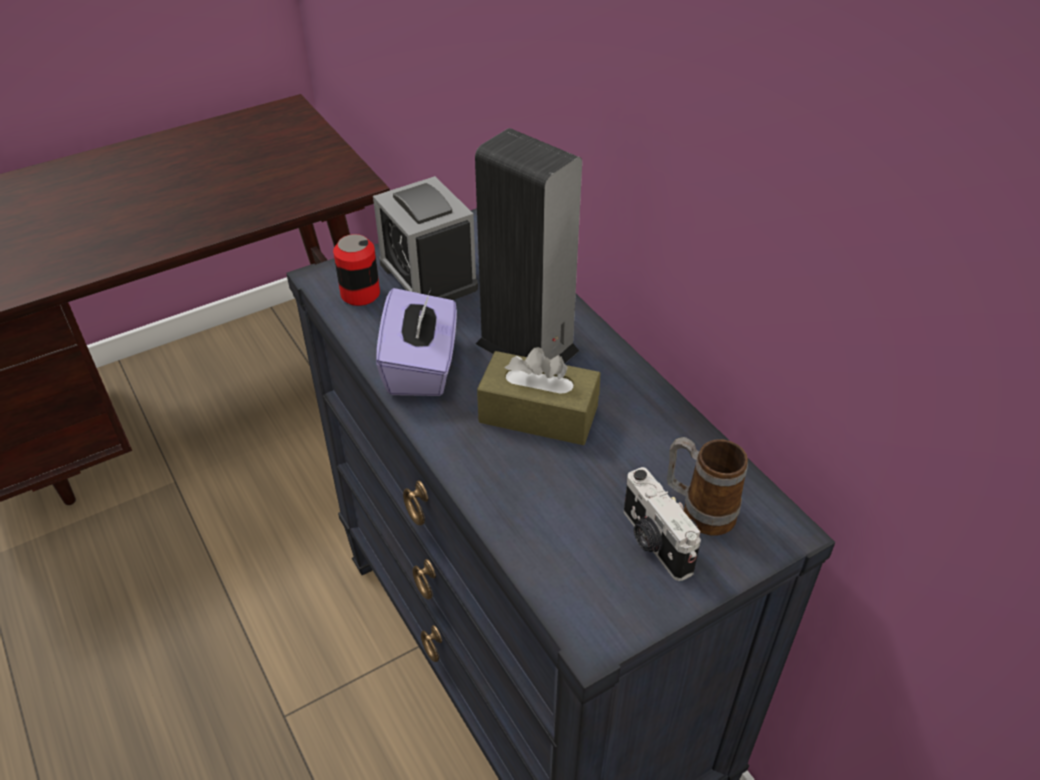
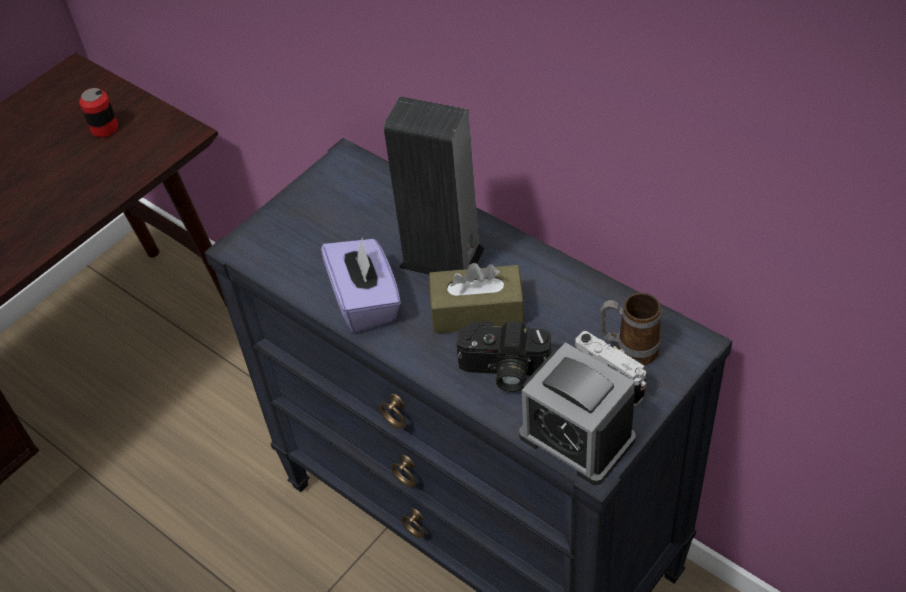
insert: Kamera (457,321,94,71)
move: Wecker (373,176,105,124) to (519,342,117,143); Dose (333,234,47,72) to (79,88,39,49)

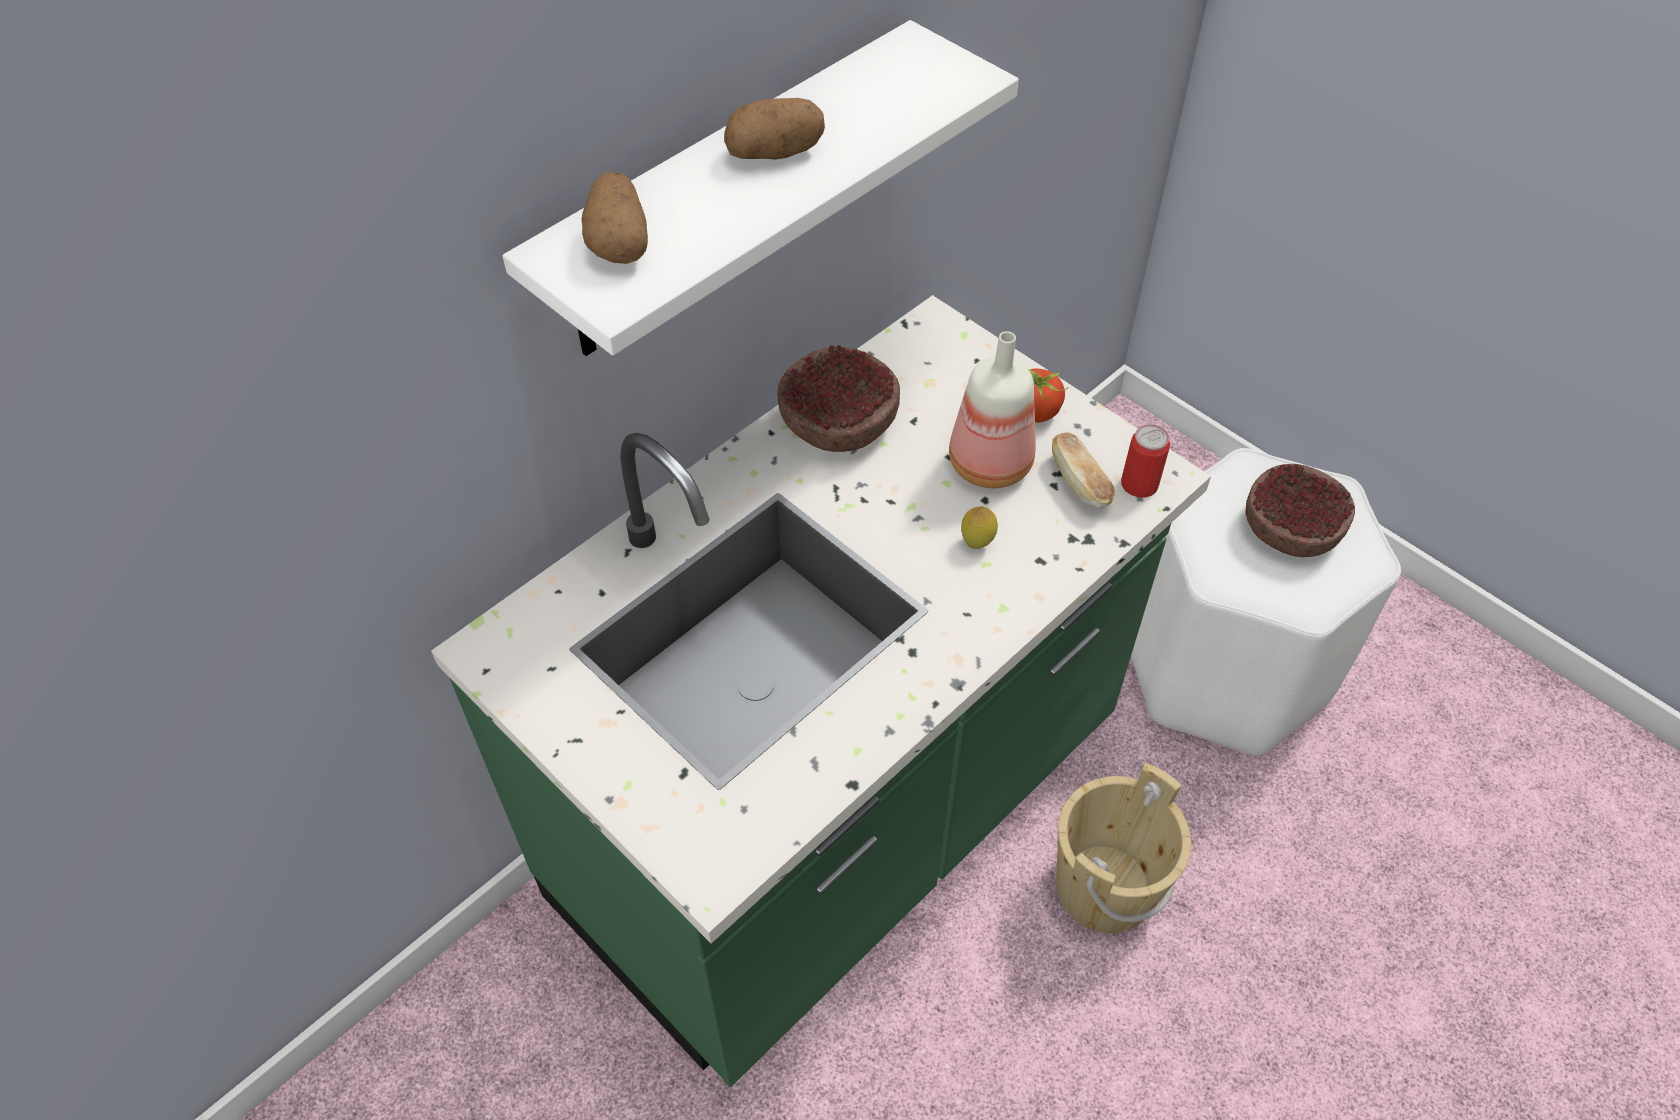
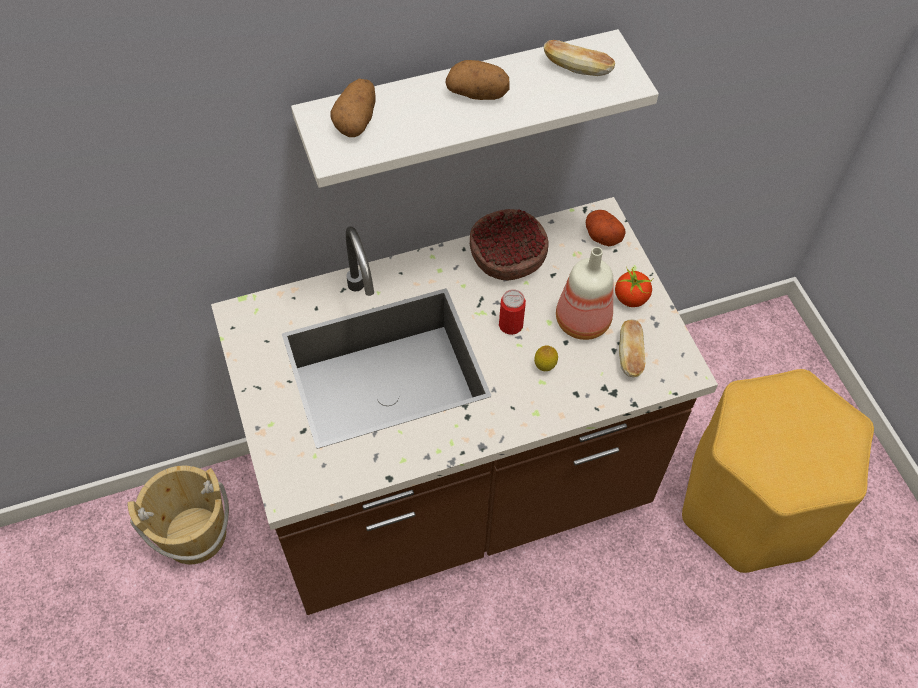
delete: Schüssel (1246,464,109,93)
insert: Brot (544,40,71,36); Kartoffel (586,210,40,36)
move: Dose (1121,424,49,73) to (499,289,27,46); Eimer [beige] (1057,763,134,170) to (127,466,102,98)
recolor: Küchenzeile [grün] (431,295,780,792) to Küchenzeile [braun] (211,197,507,418); Hocker [weiß] (1131,448,270,308) to Hocker [gelb] (682,369,192,204)

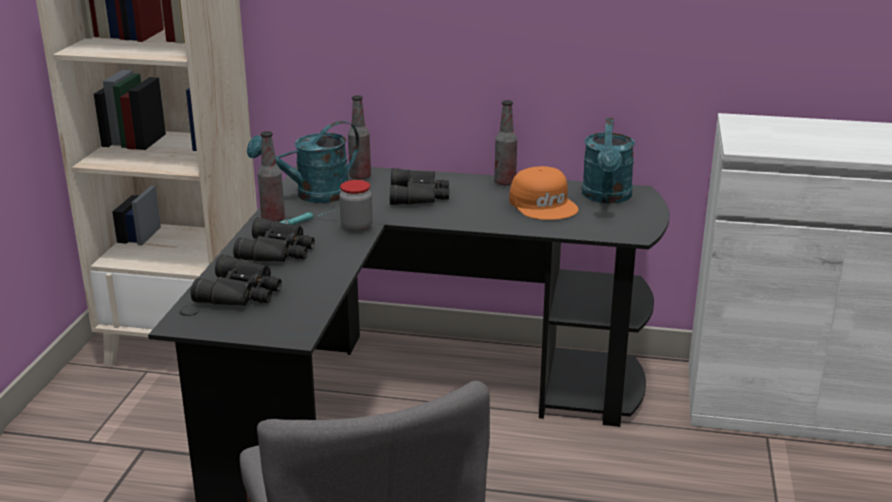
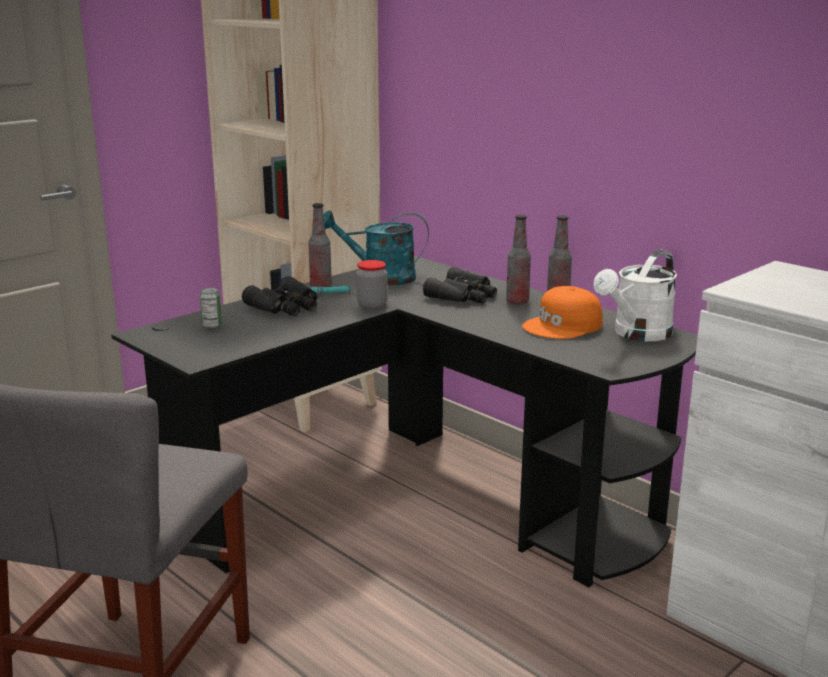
move: Flasche (348,95,23,85) to (506,215,25,89)
replace: Fernglas [schwarz] (191,254,91,52) to Dose (200,288,22,40)
recolor: Gießkanne [türkis] (582,118,53,85) to Gießkanne [weiß] (594,250,83,91)
rotate: Kappe [orange] (509,166,69,54) = (522,286,81,53) 45 degrees clockwise

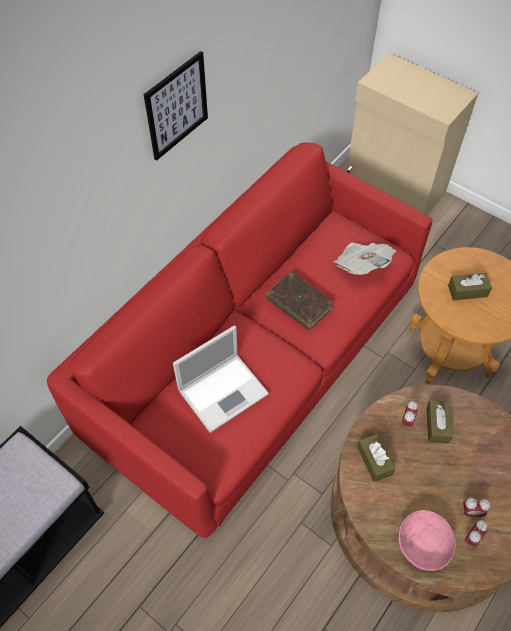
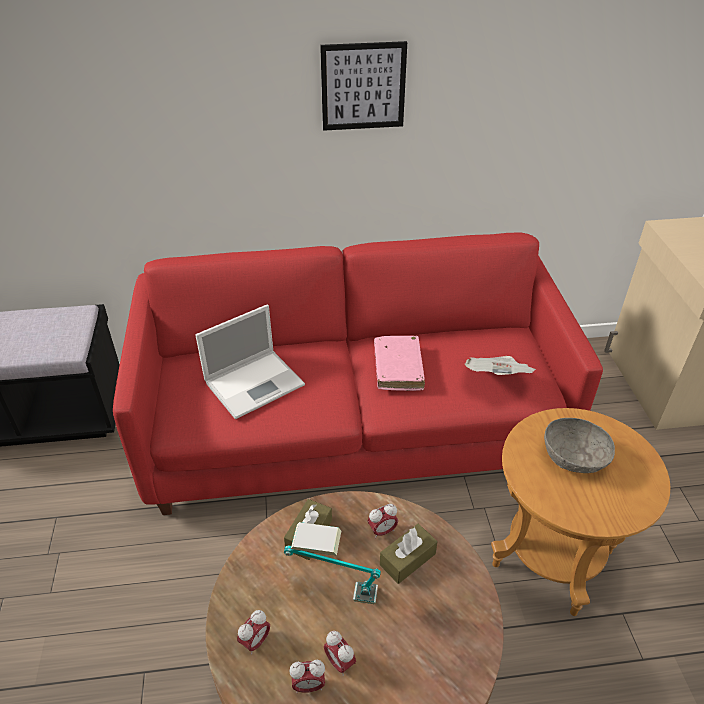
insert: Tischlampe (284,522,97,82)
replace: Taschentuchbox [braun] (448,273,44,28) to Schüssel [grau] (544,418,71,55); Schüssel [rosa] (398,510,58,61) to Wecker (237,610,33,44)
recolor: Buch [braun] (266,271,67,59) to Buch [rosa] (374,336,51,55)
rotate: Laptop (173,325,96,108) = (195,304,110,115) 45 degrees counterclockwise

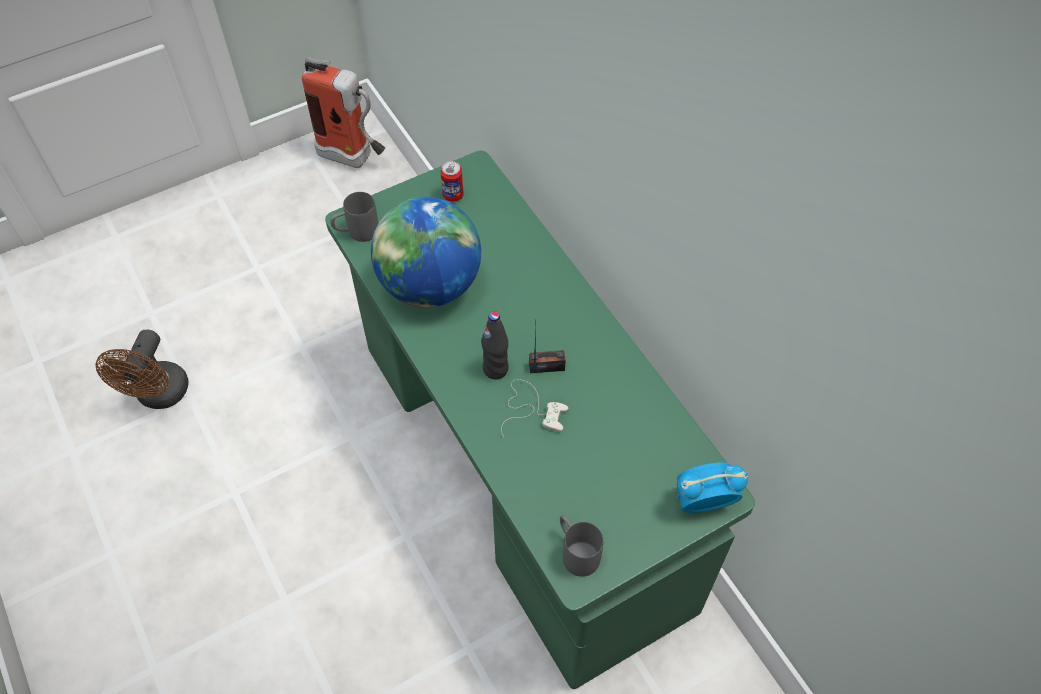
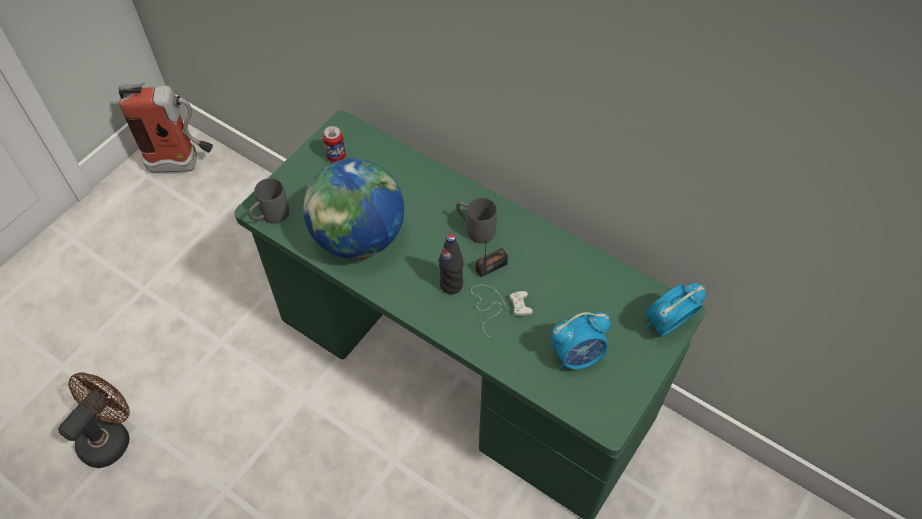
insert: Wecker (551,312,60,59)
move: Henkelbecher [grau] (560,515,43,62) to (456,198,41,45)
rotate: Ventilator [braun] (95,330,94,79) = (58,373,72,95) 135 degrees counterclockwise

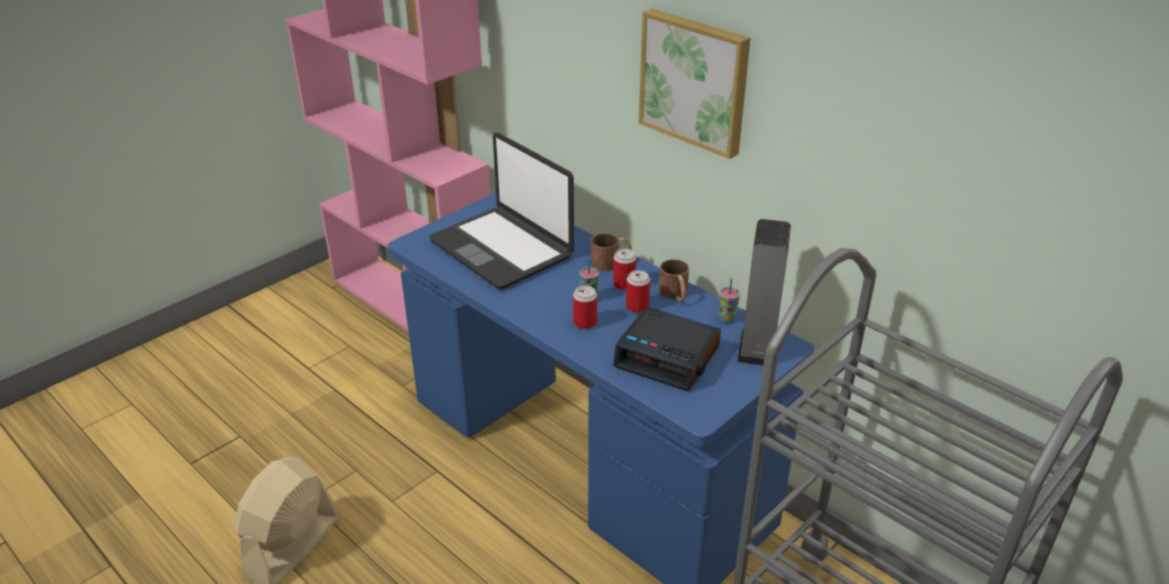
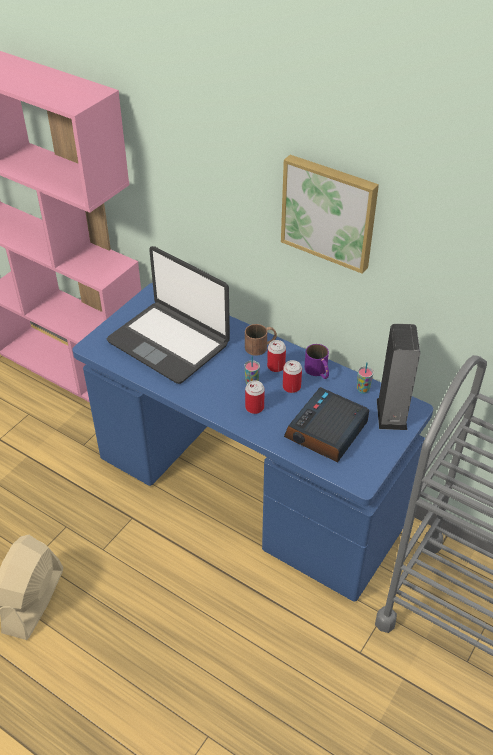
recolor: Henkelbecher [braun] (659,259,30,43) to Henkelbecher [lila] (304,344,25,35)
rotate: Wecker (613,306,108,85) = (284,387,85,75) 105 degrees clockwise

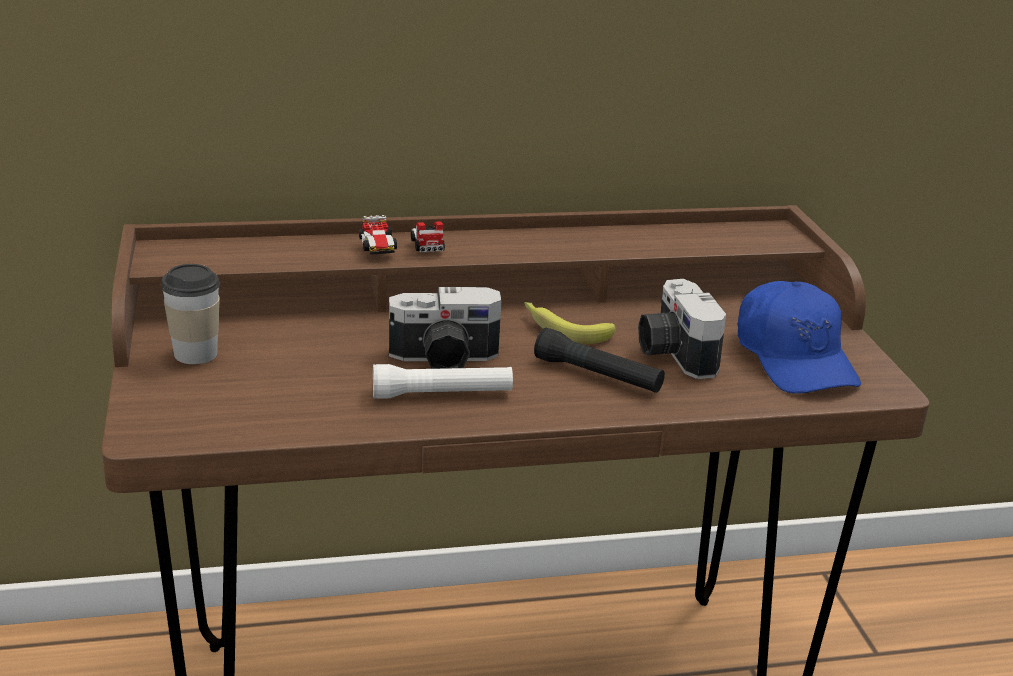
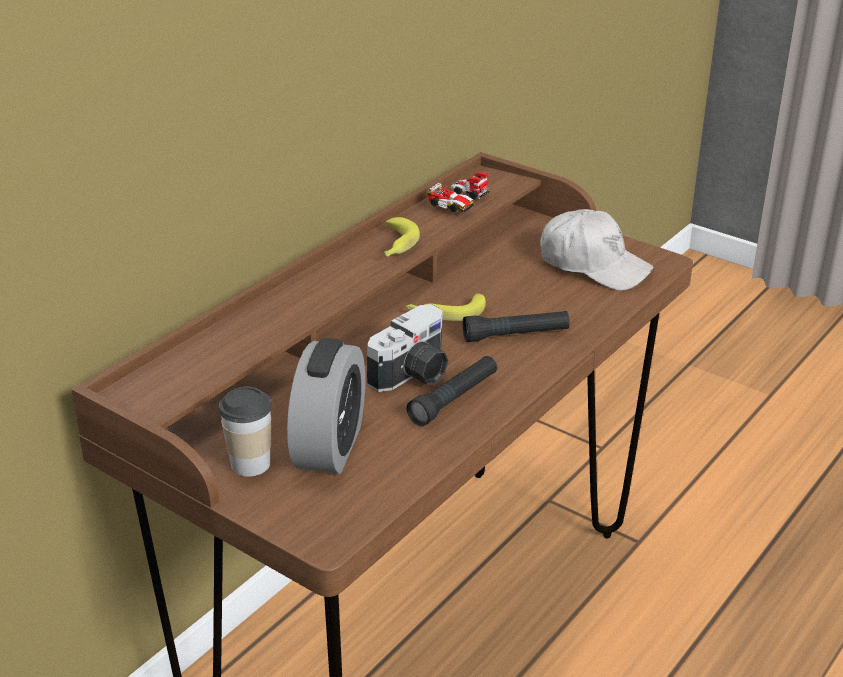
delete: Kamera (638,279,88,100)
insert: Banane (384,217,36,40); Wecker (287,338,78,136)
move: Spielzeugauto (359,215,86,40) to (428,172,61,40)
recolor: Kappe [blau] (738,281,123,113) to Kappe [weiß] (540,209,113,82); Taschenlampe [weiß] (373,364,140,35) to Taschenlampe [schwarz] (407,356,90,70)

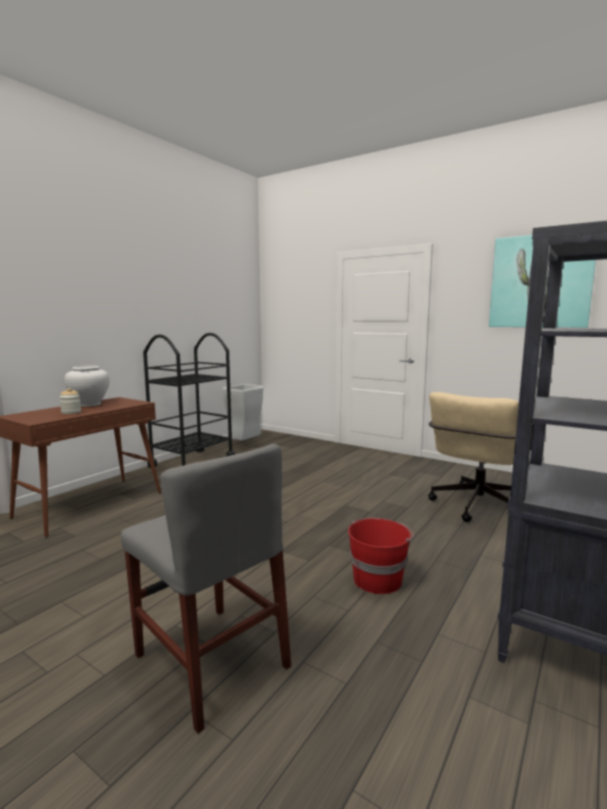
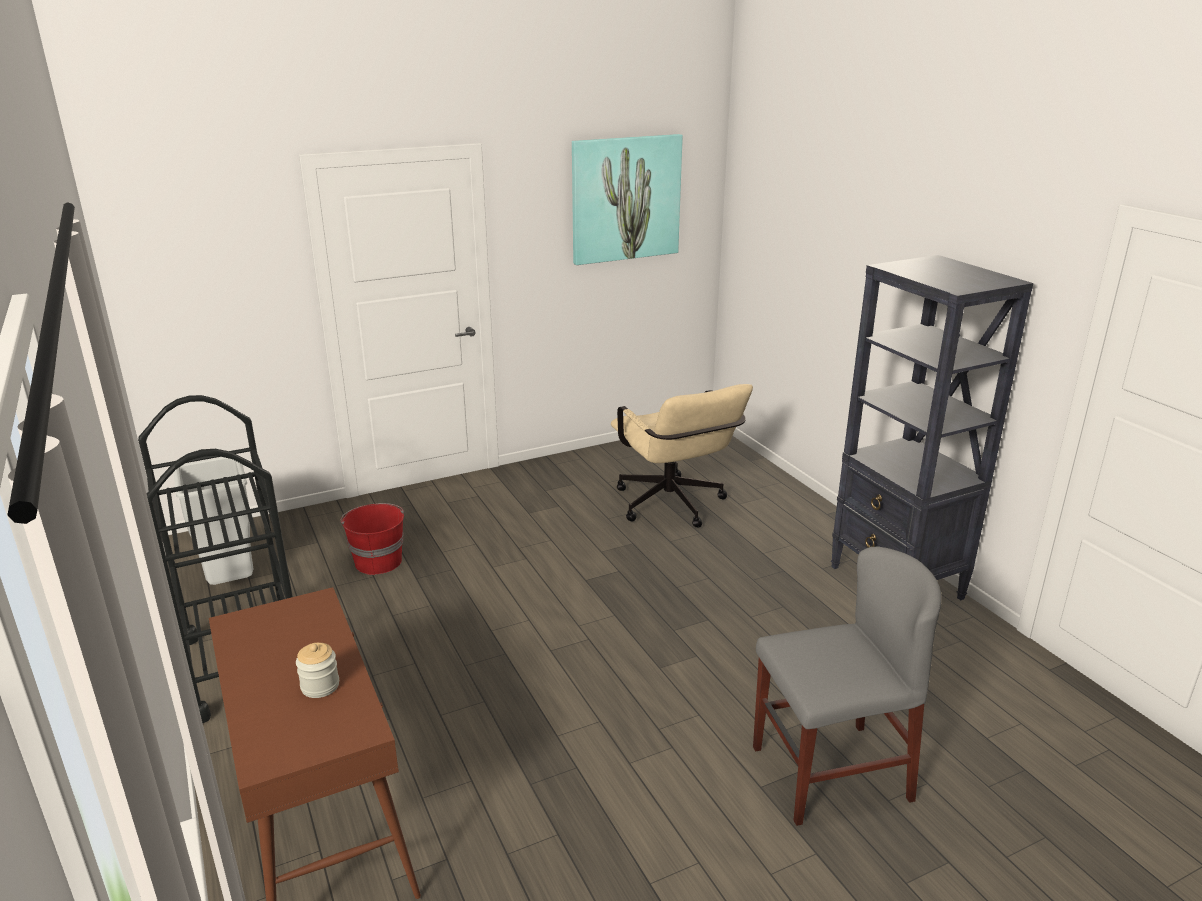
delete: Vase [weiß] (64,365,46,42)
move: Eimer [rot] (348,518,65,76) to (341,503,63,72)

